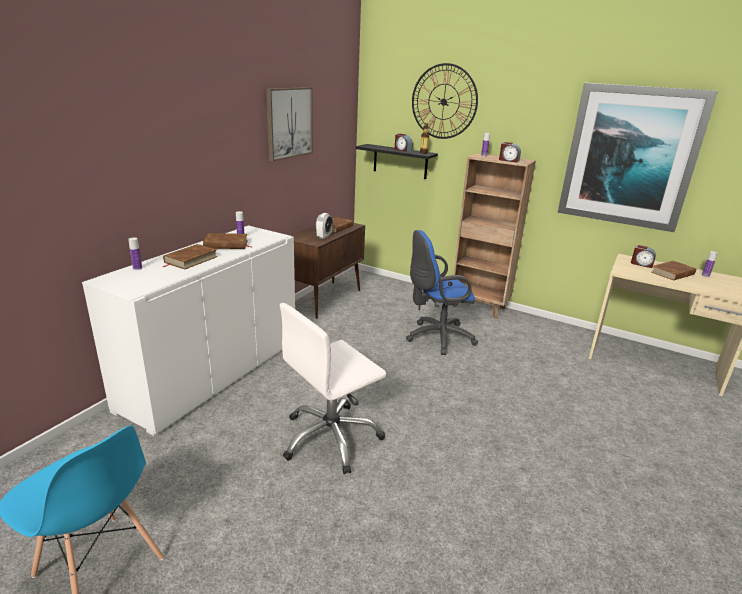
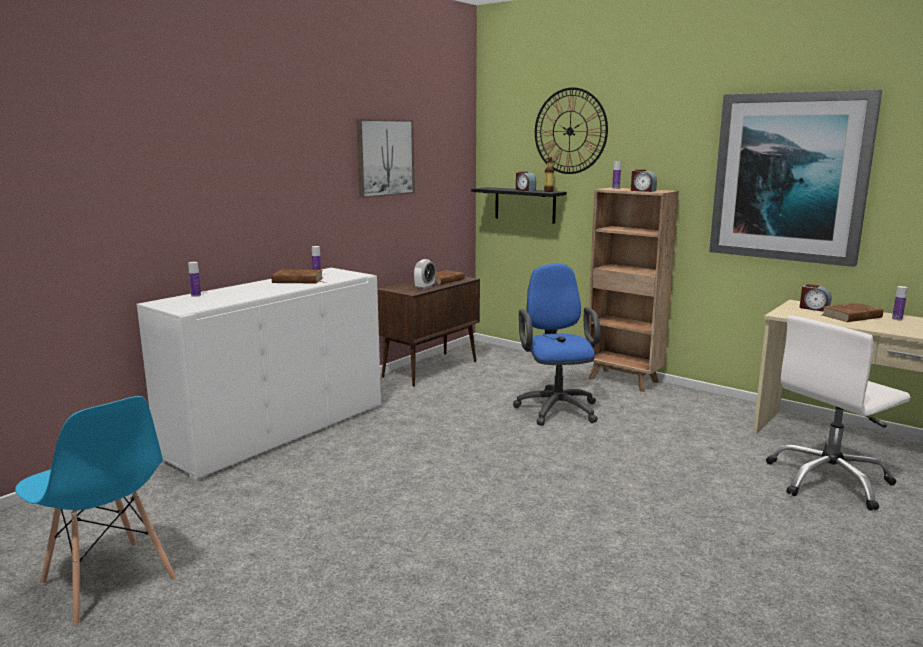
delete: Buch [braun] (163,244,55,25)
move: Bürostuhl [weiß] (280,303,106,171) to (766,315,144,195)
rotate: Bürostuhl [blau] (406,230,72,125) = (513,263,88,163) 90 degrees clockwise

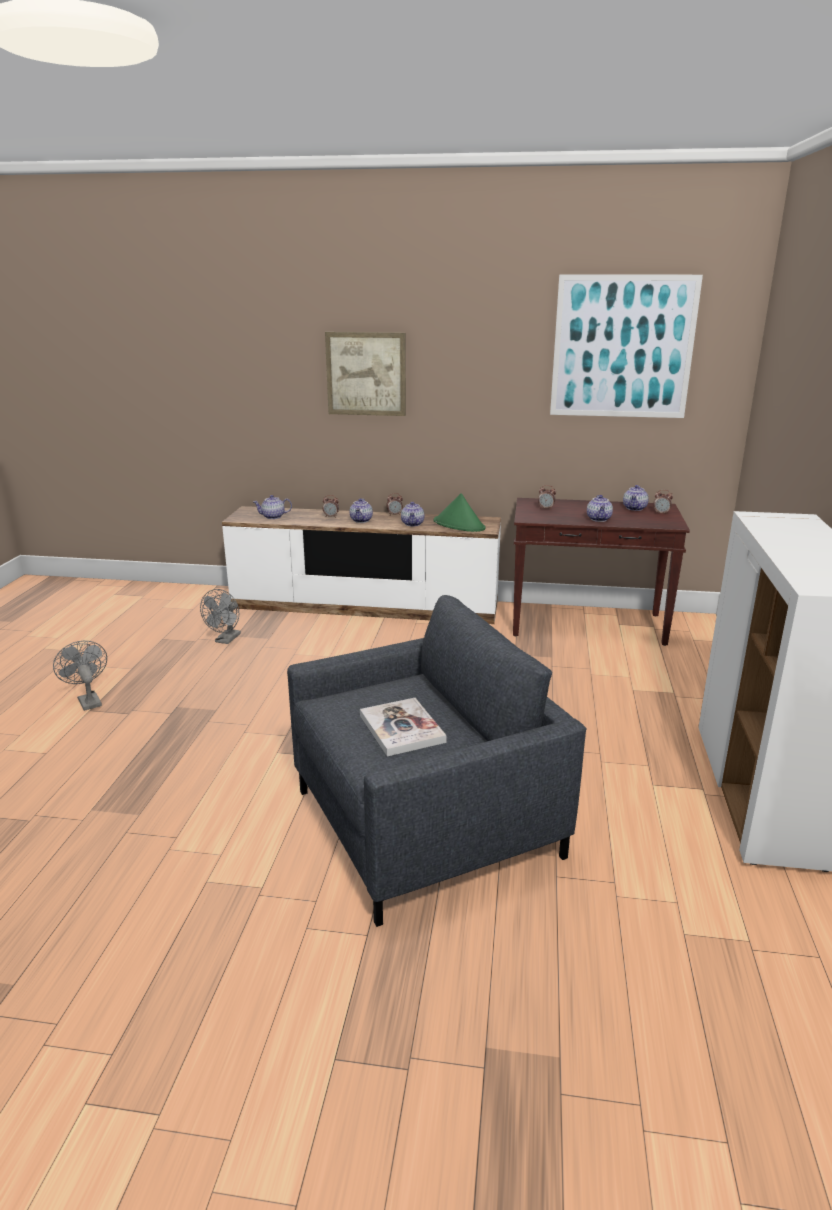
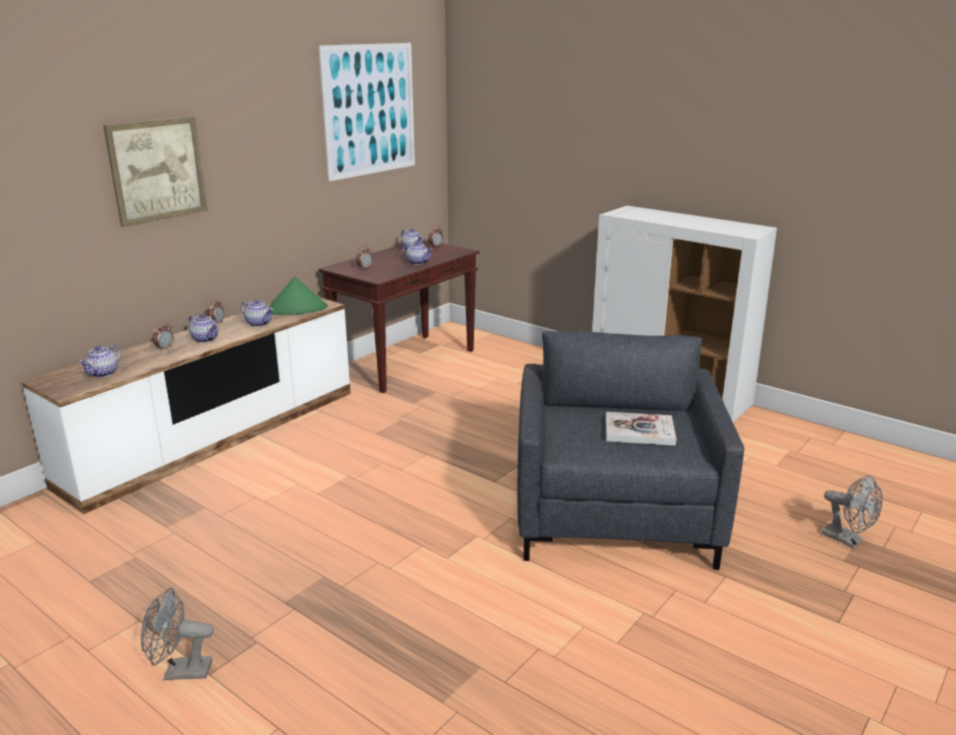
move: Ventilator [grau] (200,589,41,55) to (822,475,60,73)

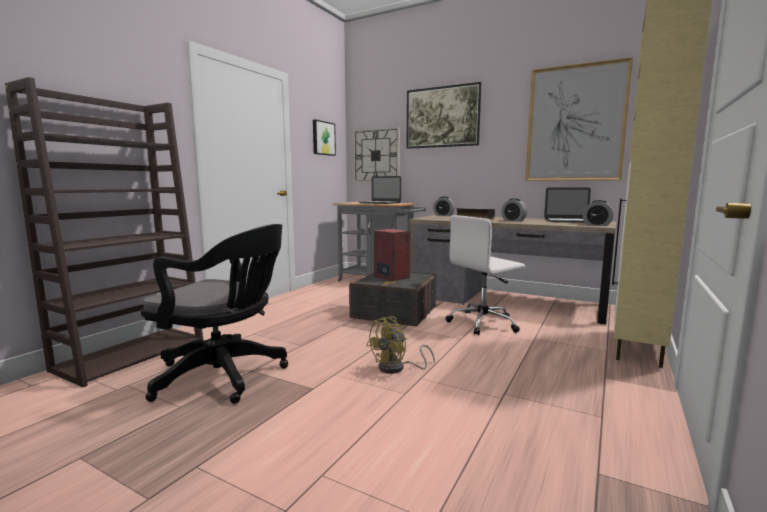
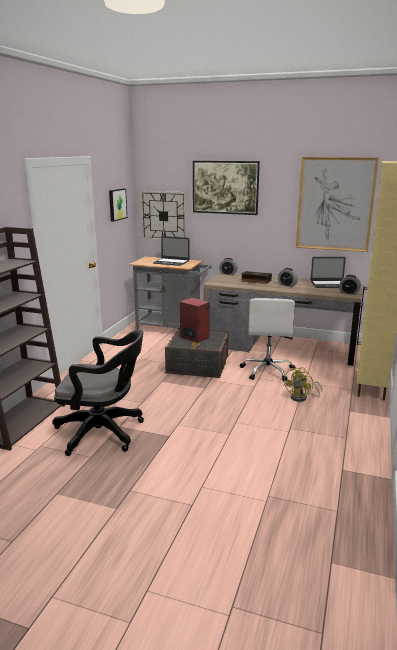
move: Ventilator [gelb] (366,316,69,58) to (283,367,39,35)
rotate: Bürostuhl [weiß] (446,215,79,120) = (240,298,55,83) 45 degrees counterclockwise

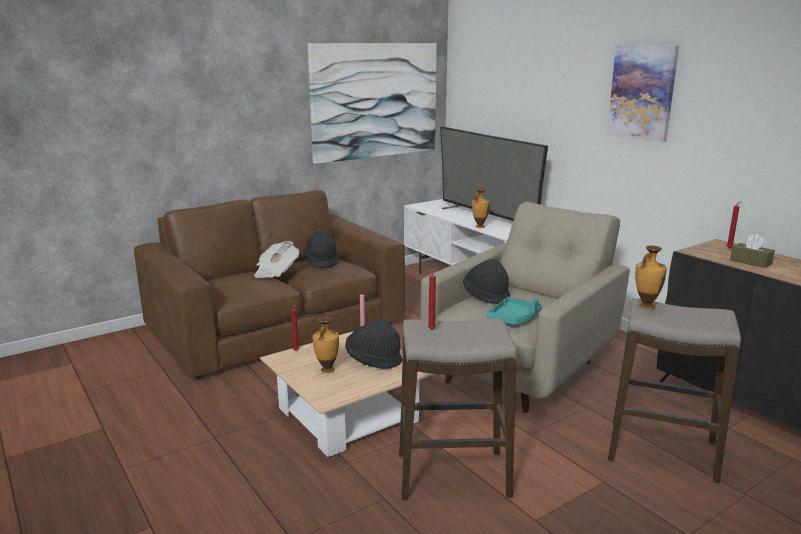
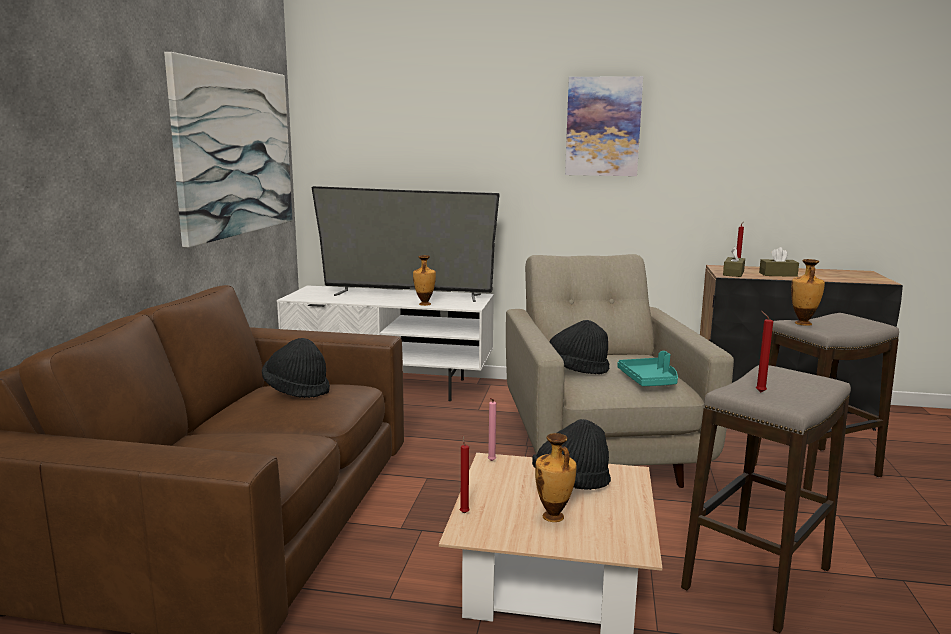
delete: Zeitung (254,241,45,37)
insert: Taschentuchbox [braun] (723,246,22,31)

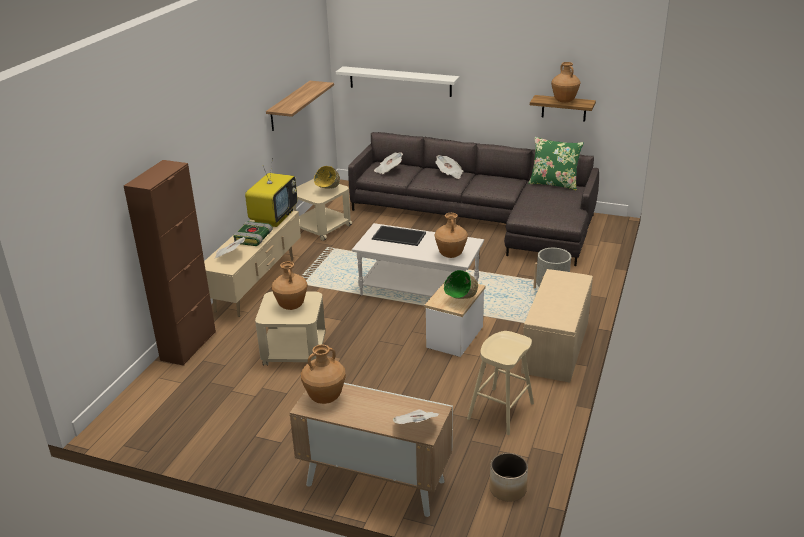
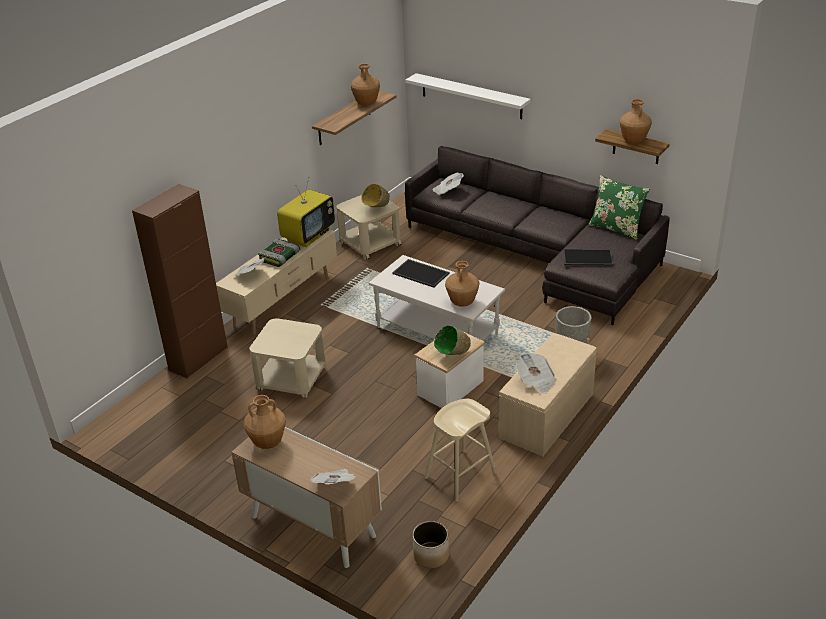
insert: Tablett (563,249,51,17)
move: Zeitung (435,155,29,24) to (516,353,41,41); Vase [braun] (271,262,37,48) to (351,63,29,43)

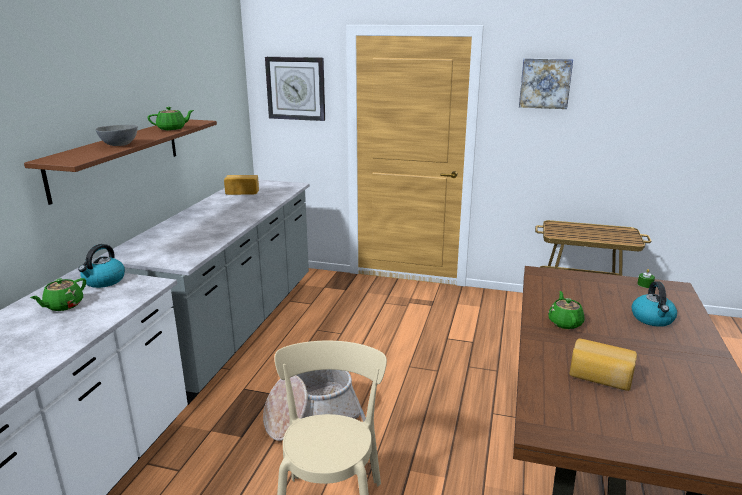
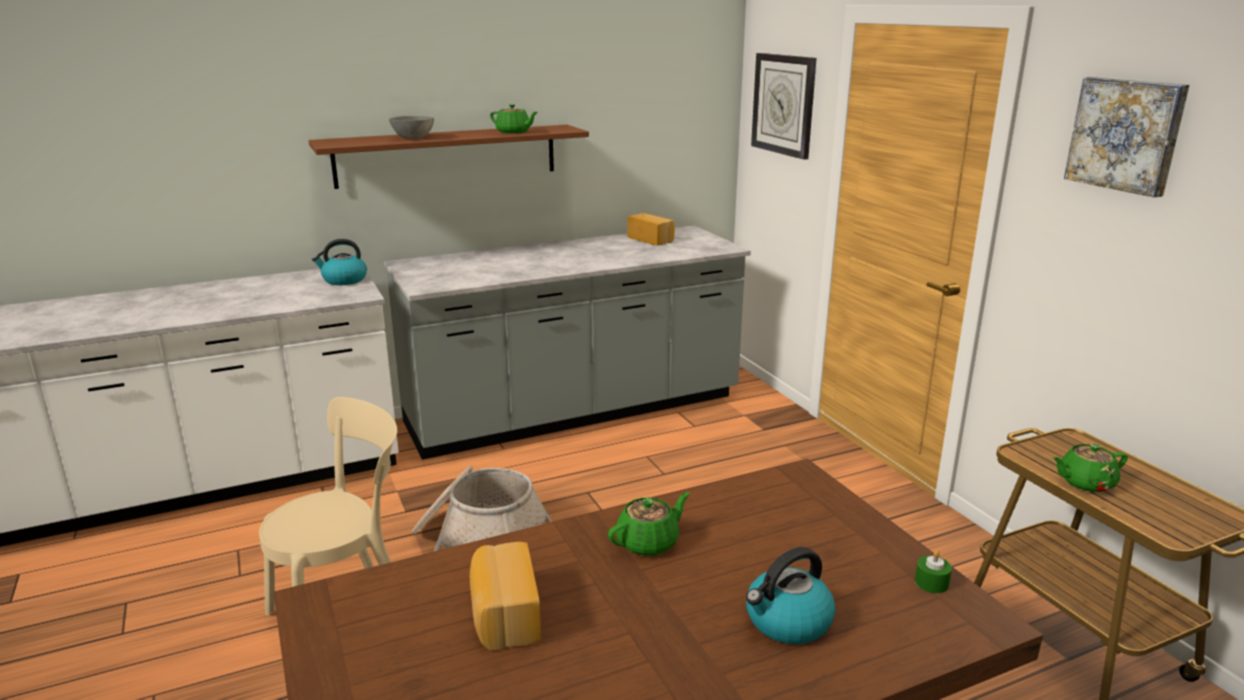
move: Teekanne [grün] (30,278,56,33) to (1053,444,75,48)

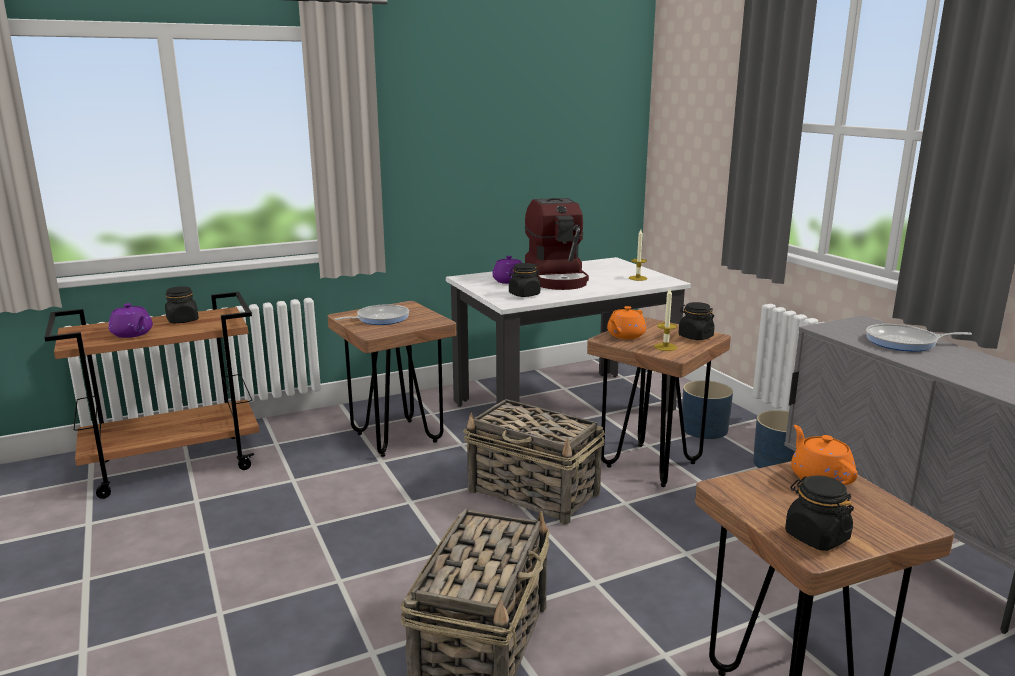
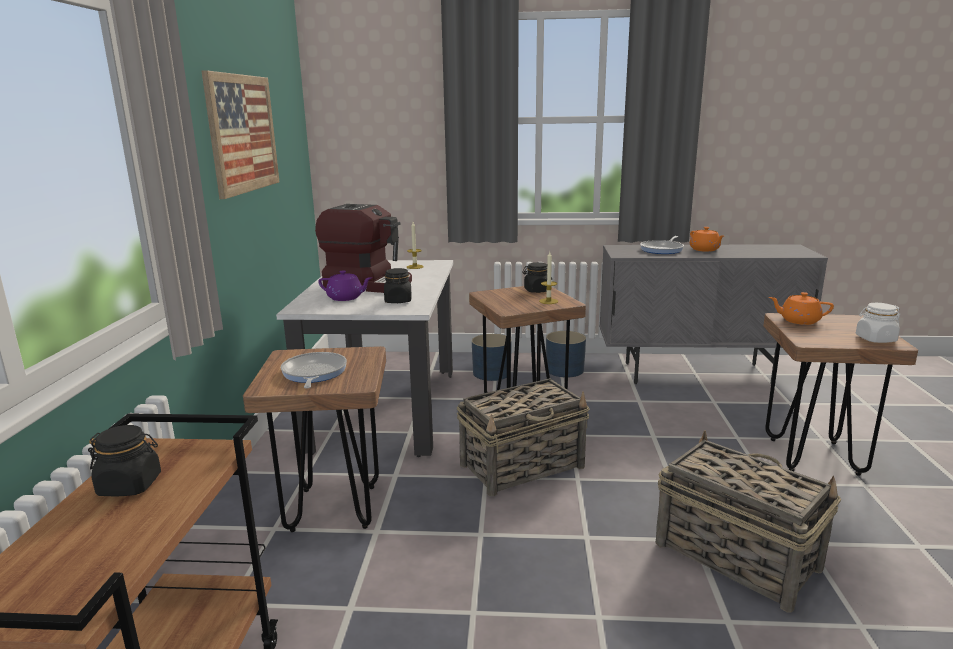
delete: Teekanne [lila] (108,303,45,35)
insert: Bild (201,70,78,129)
move: Teekanne [orange] (607,306,39,33) to (690,227,34,25)
recolor: Vorratsglas [schwarz] (785,475,69,76) to Vorratsglas [weiß] (856,303,44,40)

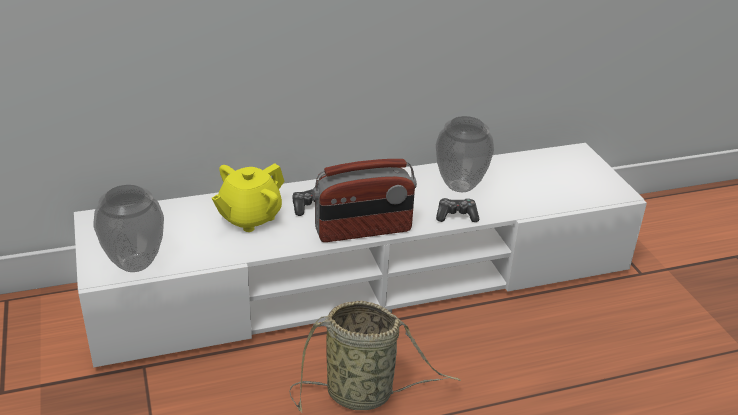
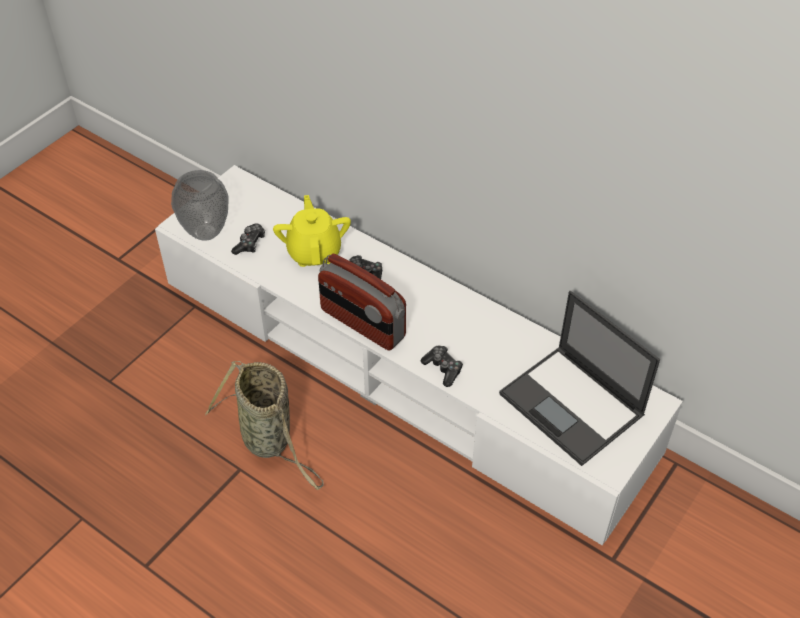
delete: Vase (436,116,58,76)
insert: Gamepad (231,224,34,31); Laptop (499,291,161,175)
rotate: Teekanne [gelb] (212,163,73,69) = (273,195,78,72) 75 degrees clockwise

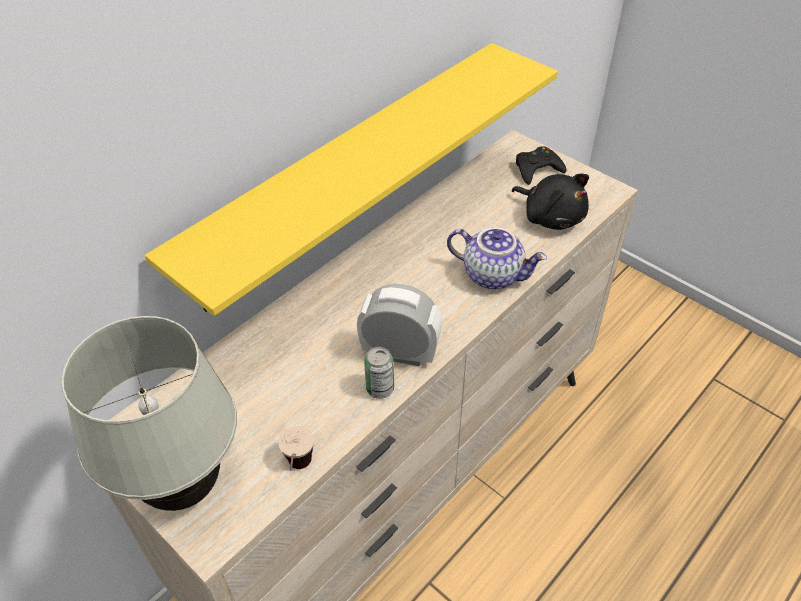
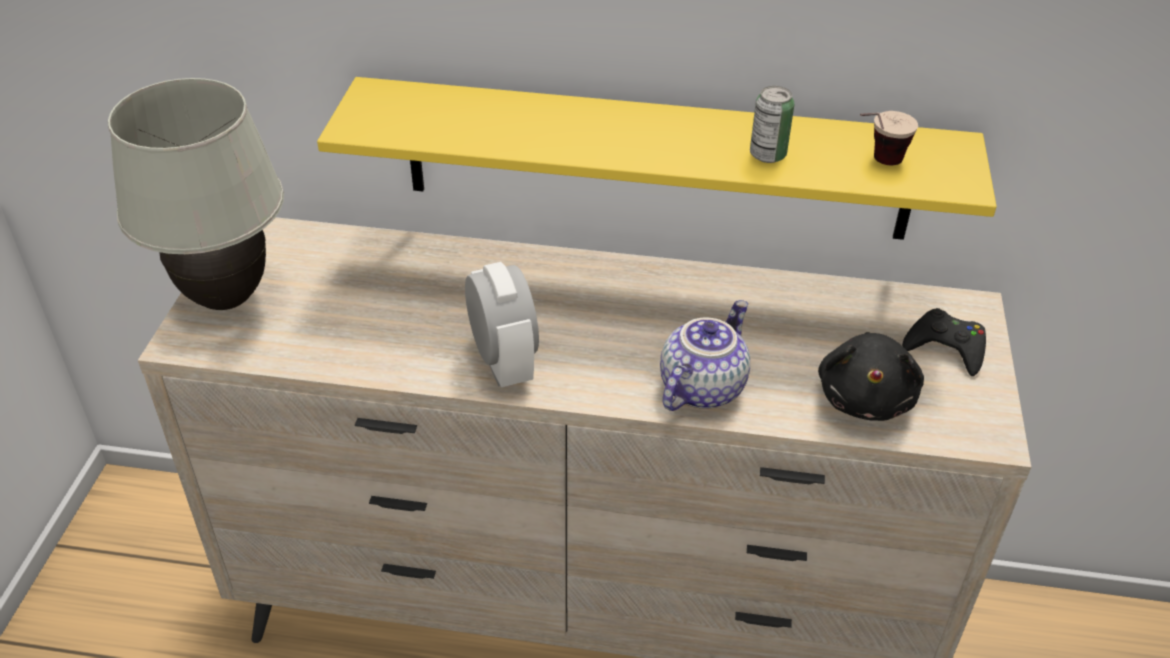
move: Dose (364,347,30,52) to (750,86,44,77); Tasse (278,426,36,45) to (860,111,58,54)
rotate: Teekanne (447,227,100,63) = (660,300,90,111) 135 degrees counterclockwise

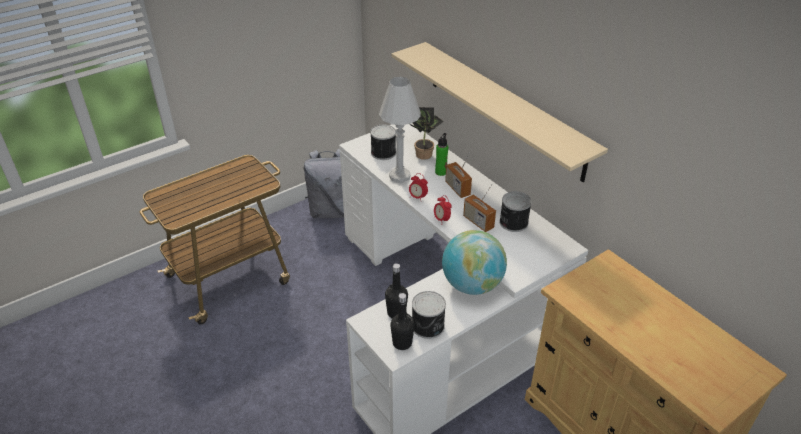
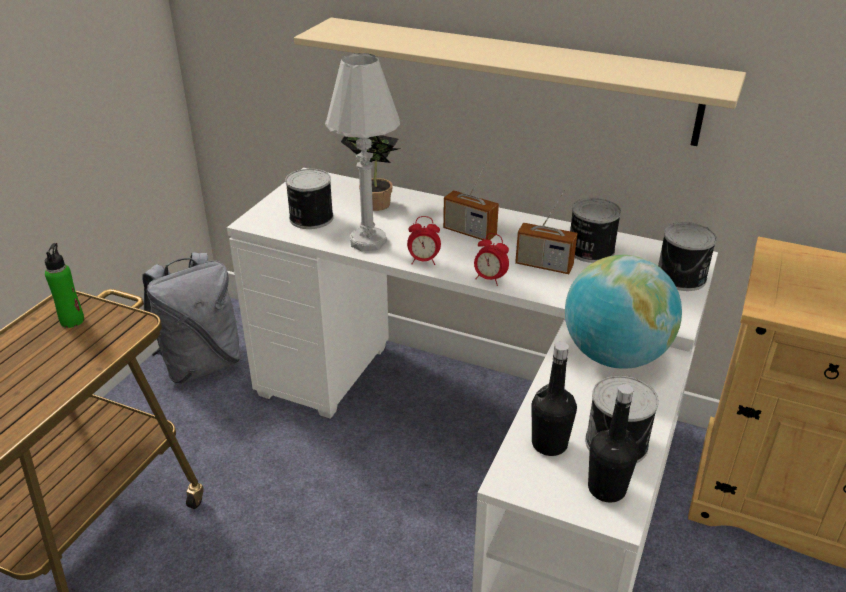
insert: Dose (658,222,59,69)
move: Flasche [grün] (435,133,13,43) to (45,243,39,85)

